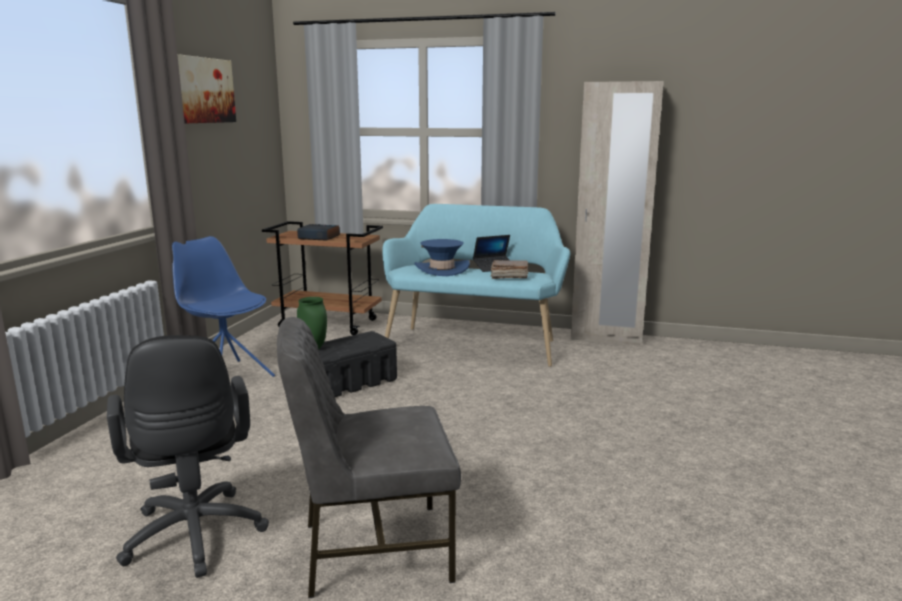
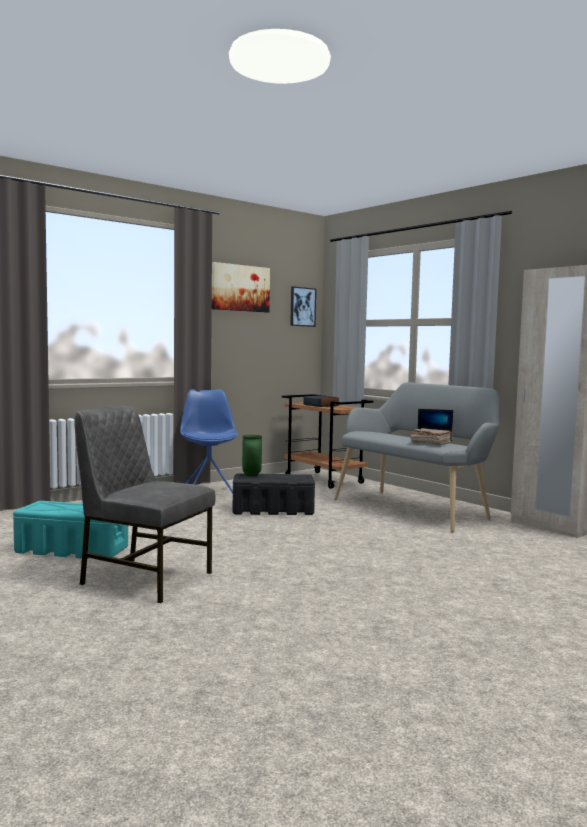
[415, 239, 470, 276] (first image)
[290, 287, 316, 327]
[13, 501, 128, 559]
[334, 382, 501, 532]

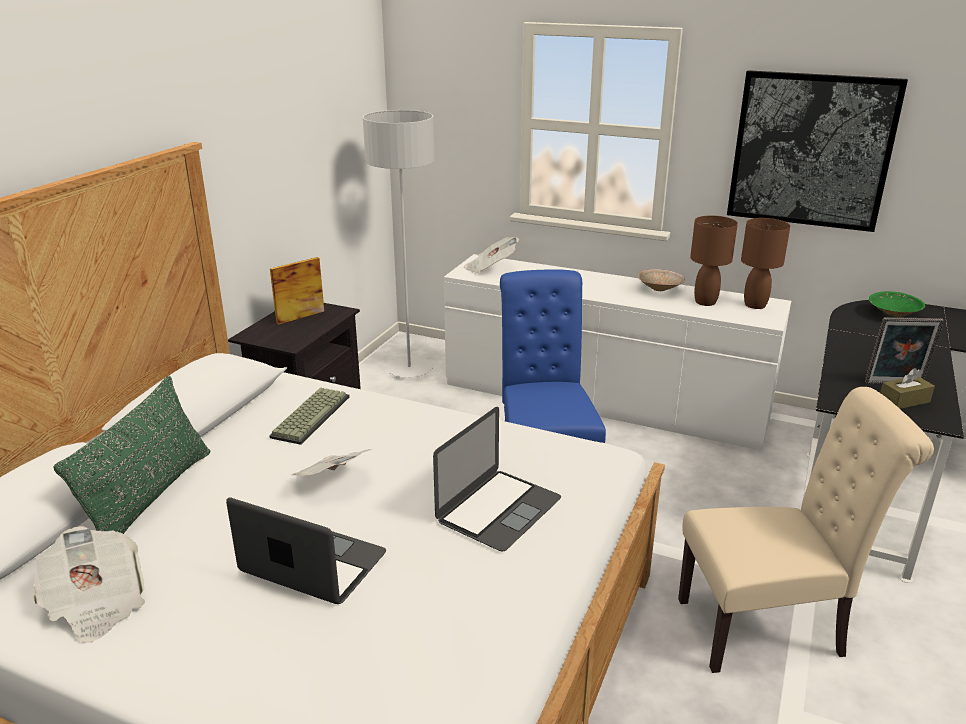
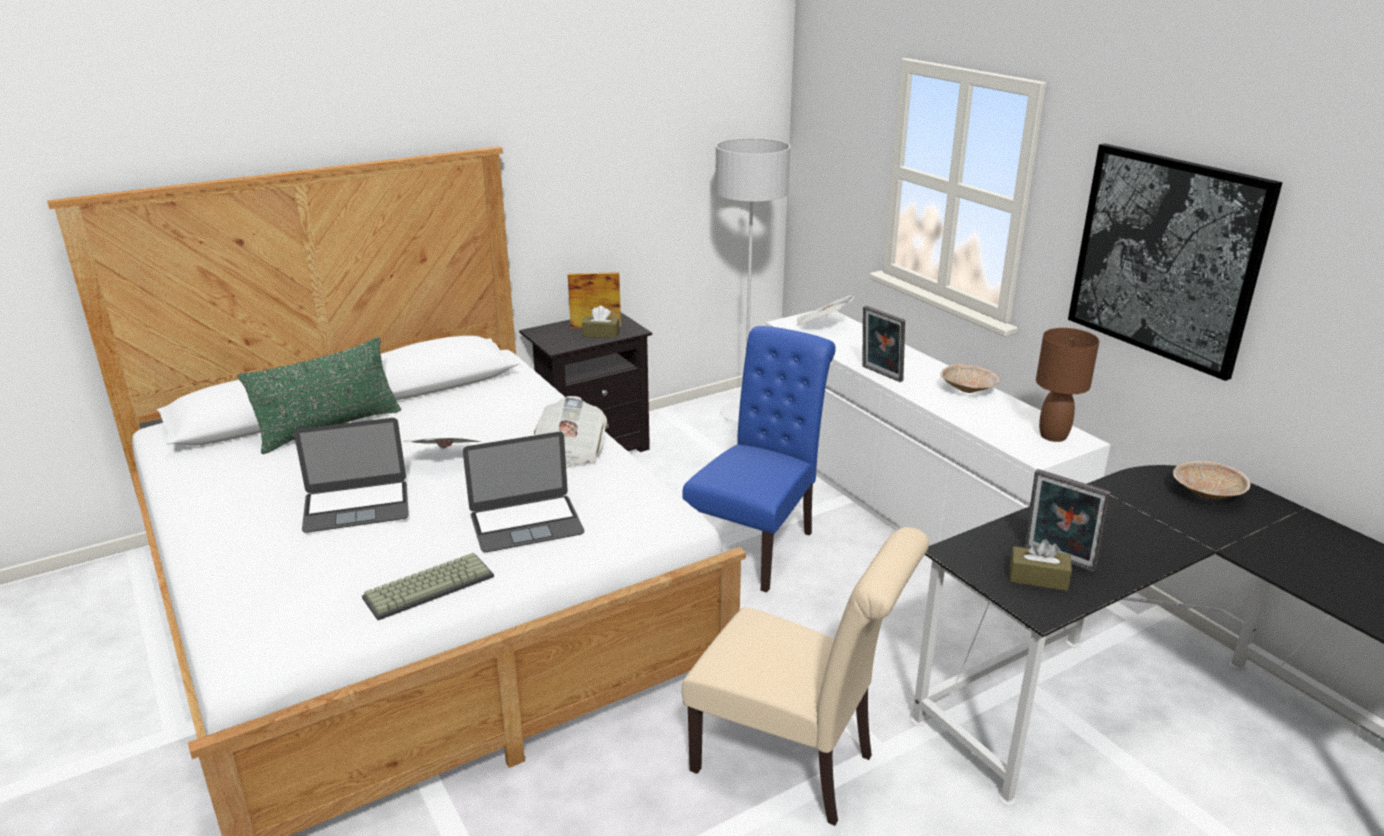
[690, 215, 738, 306] (first image)
[582, 306, 620, 338]
[862, 306, 905, 382]
[534, 396, 607, 468]
[362, 553, 494, 620]
[1173, 461, 1250, 500]
[294, 418, 409, 533]

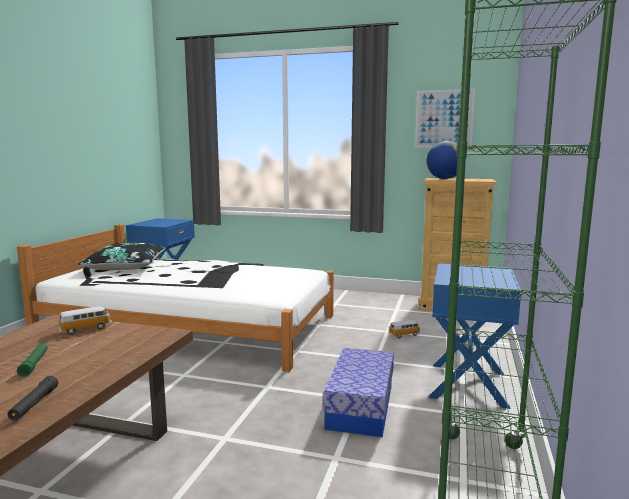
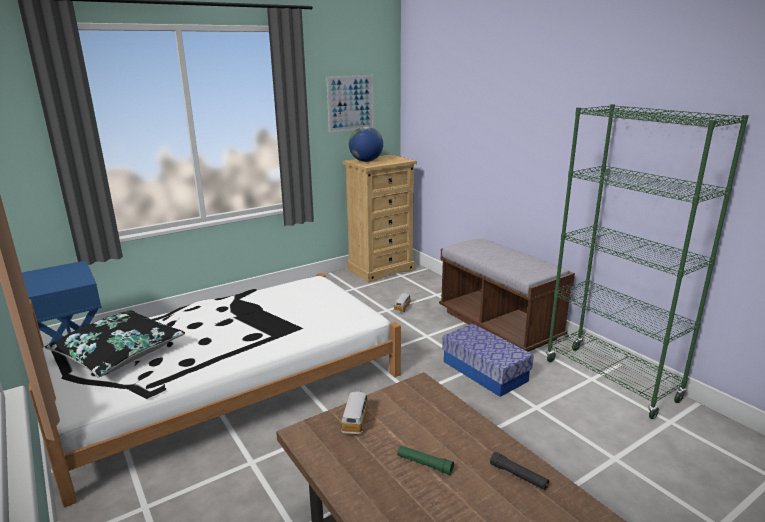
[439, 238, 575, 352]

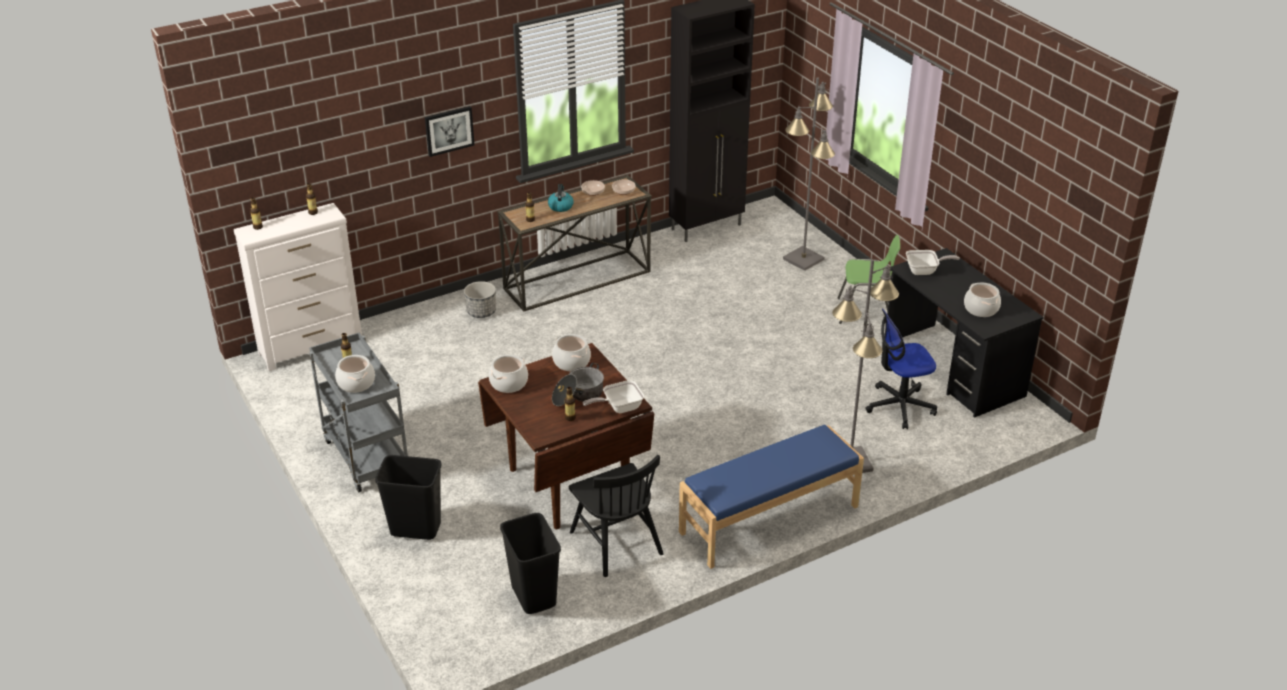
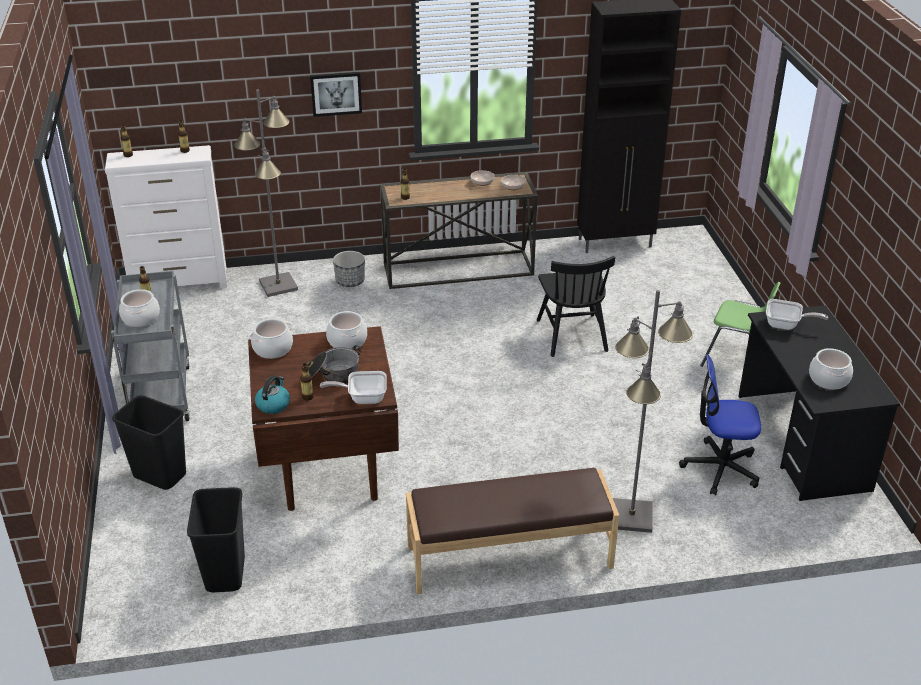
[255, 376, 290, 414]
[537, 256, 615, 357]
[234, 89, 298, 297]
[406, 468, 619, 594]

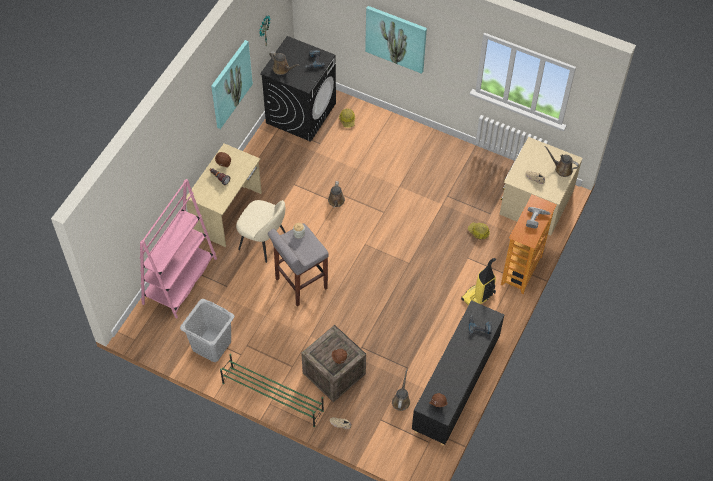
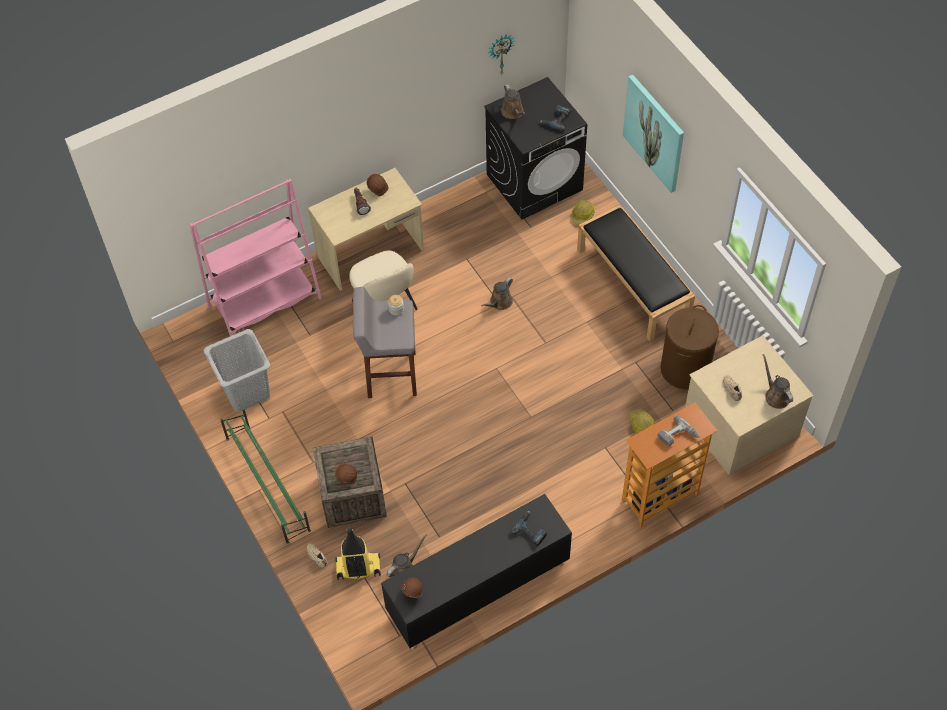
[211, 40, 253, 129] (first image)
[577, 205, 695, 341]
[660, 305, 719, 389]
[335, 527, 381, 580]

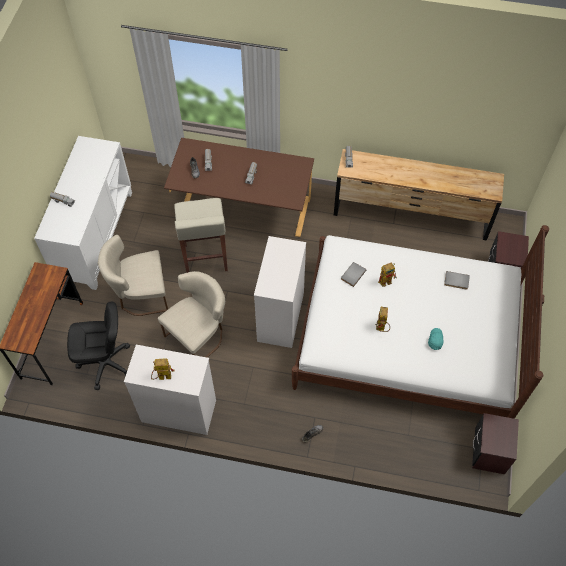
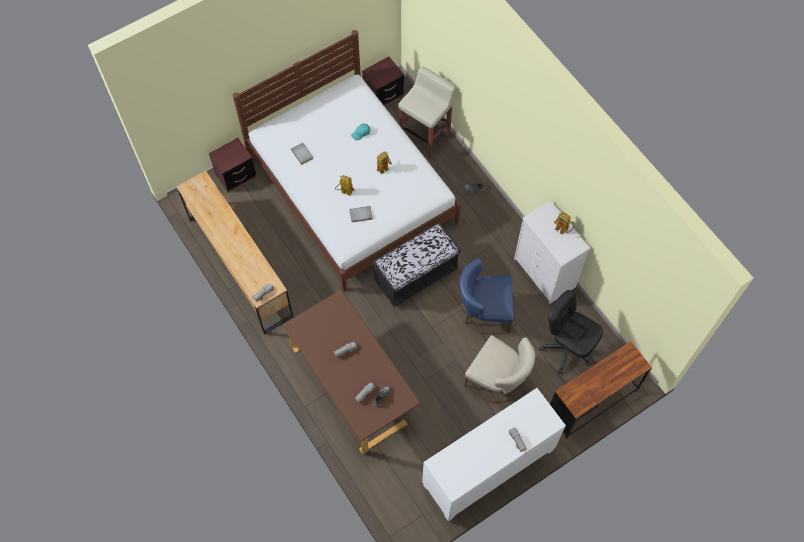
[398, 66, 457, 159]
[373, 222, 460, 307]
[459, 259, 514, 334]

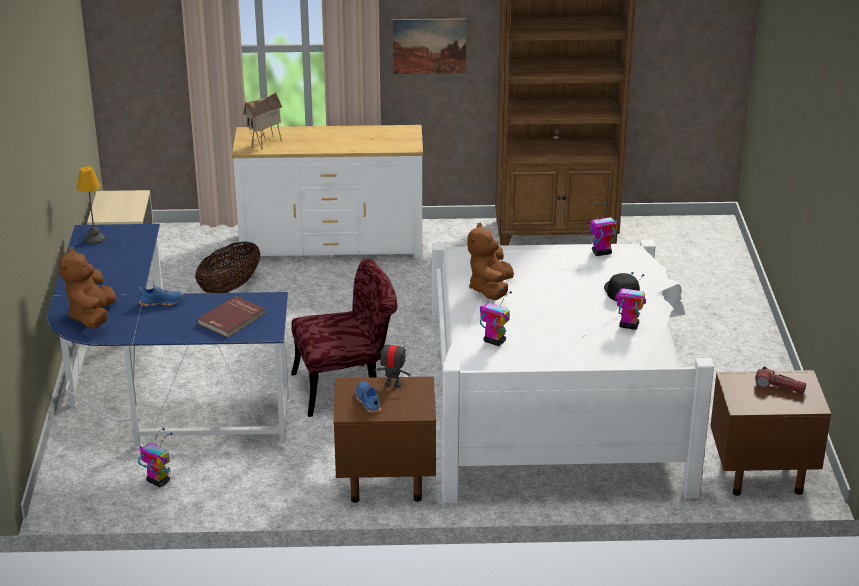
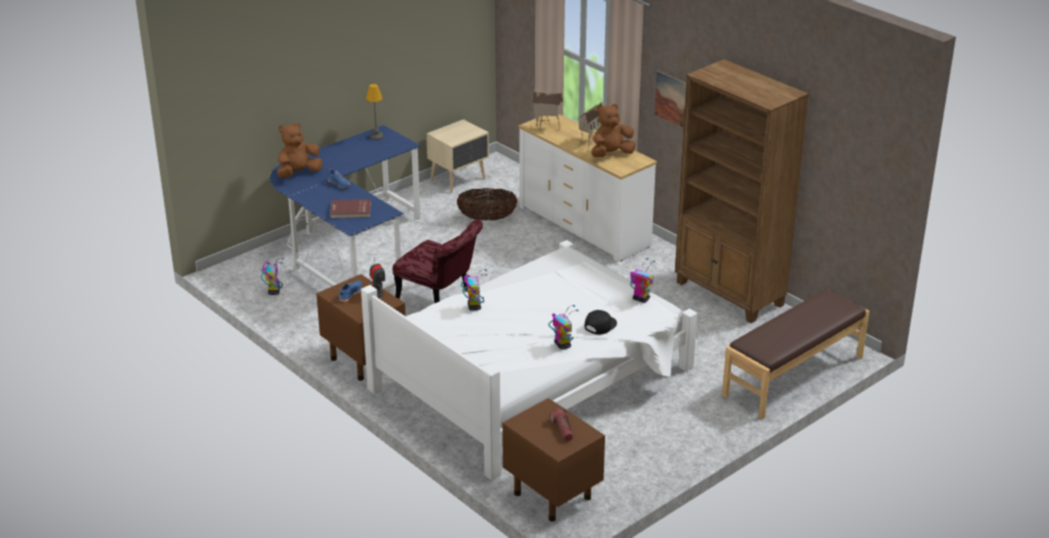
[579, 102, 602, 146]
[722, 289, 869, 419]
[591, 104, 635, 157]

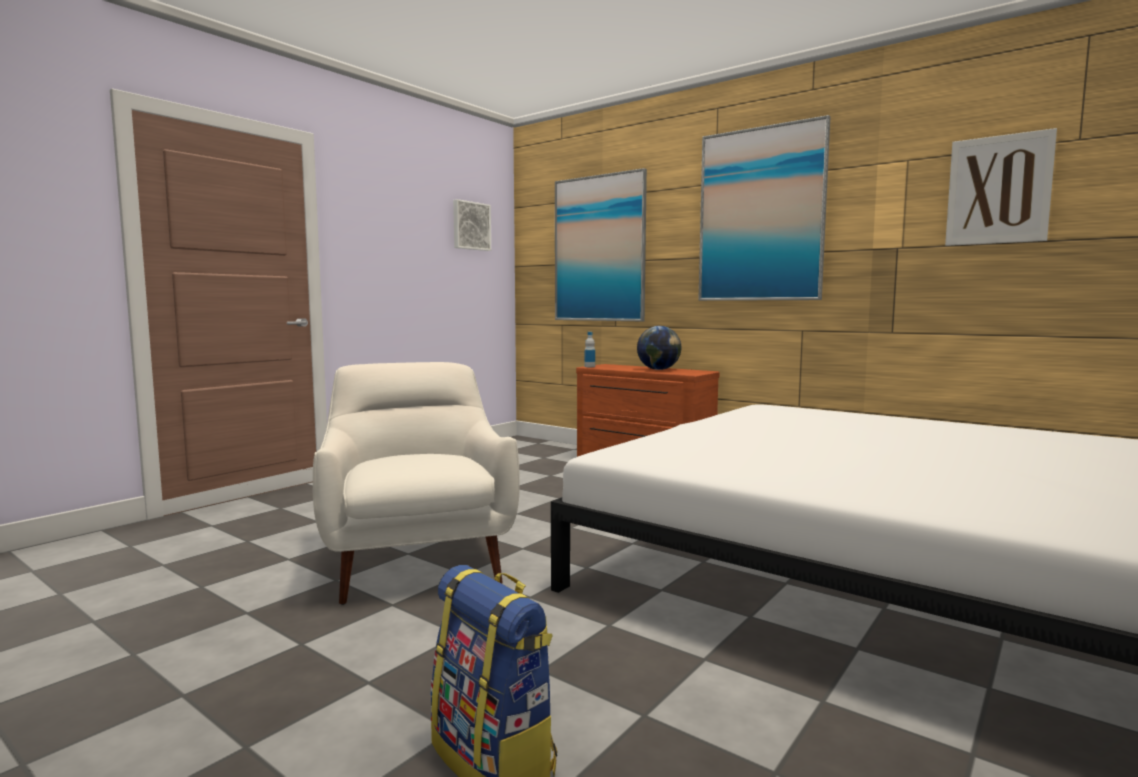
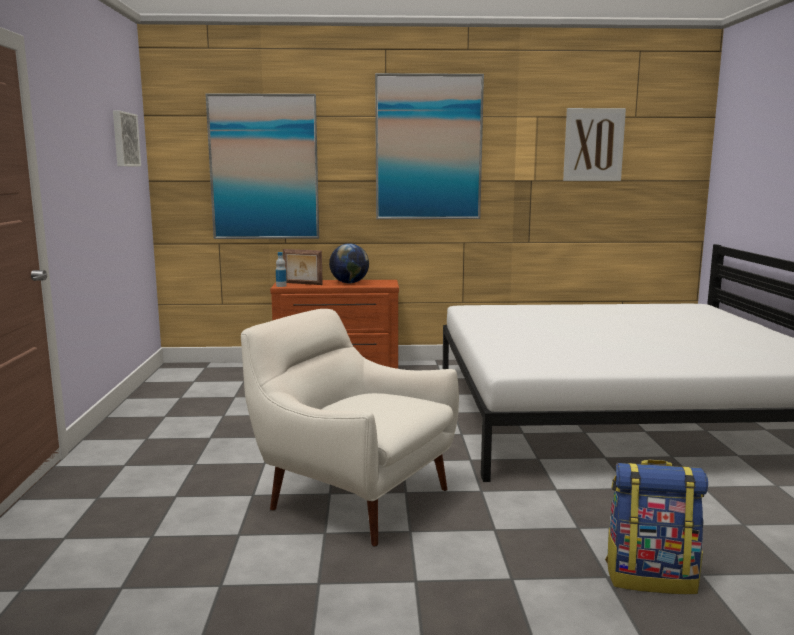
[283, 249, 323, 285]

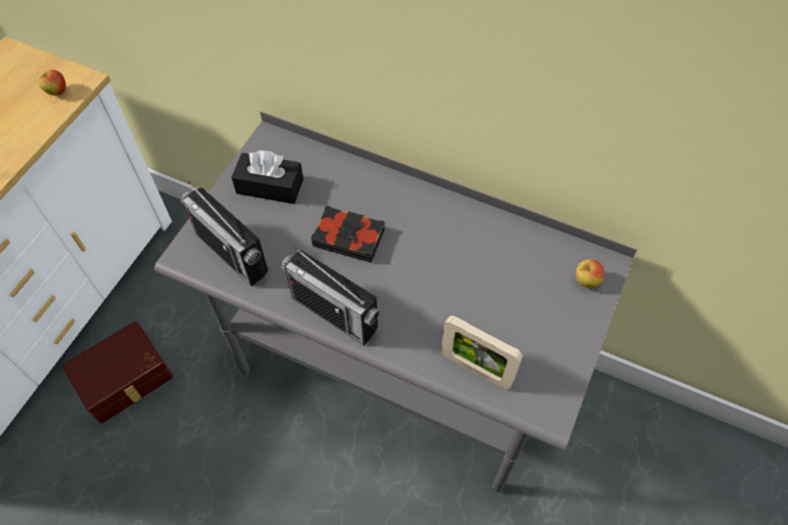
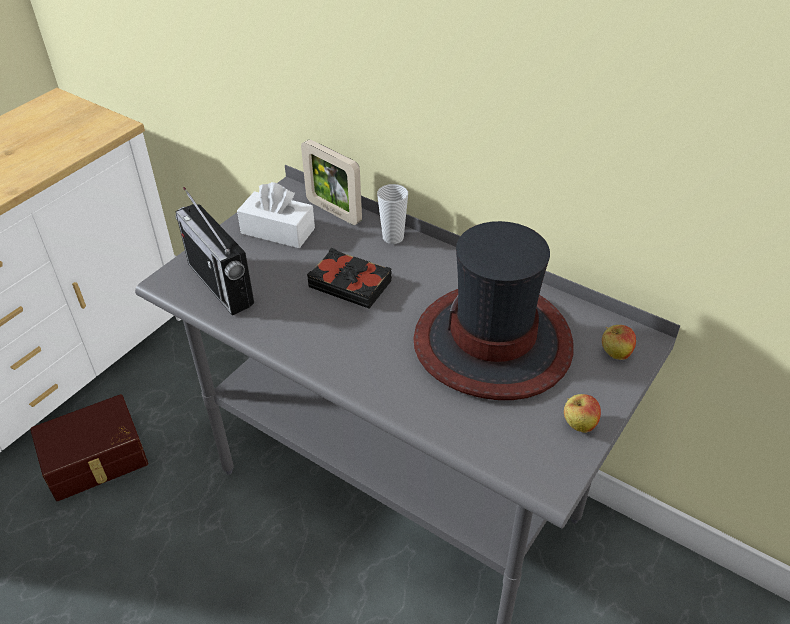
[281, 247, 380, 346] (first image)
[377, 184, 408, 244]
[413, 221, 573, 400]
[564, 394, 601, 433]
[301, 139, 362, 225]
[237, 182, 315, 248]

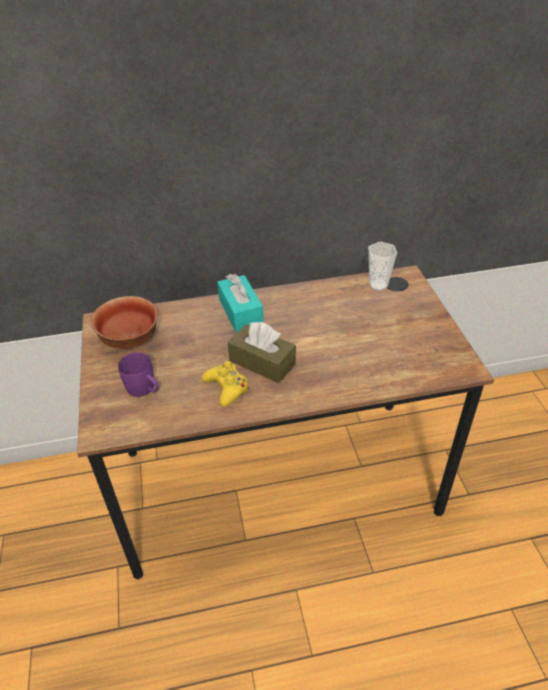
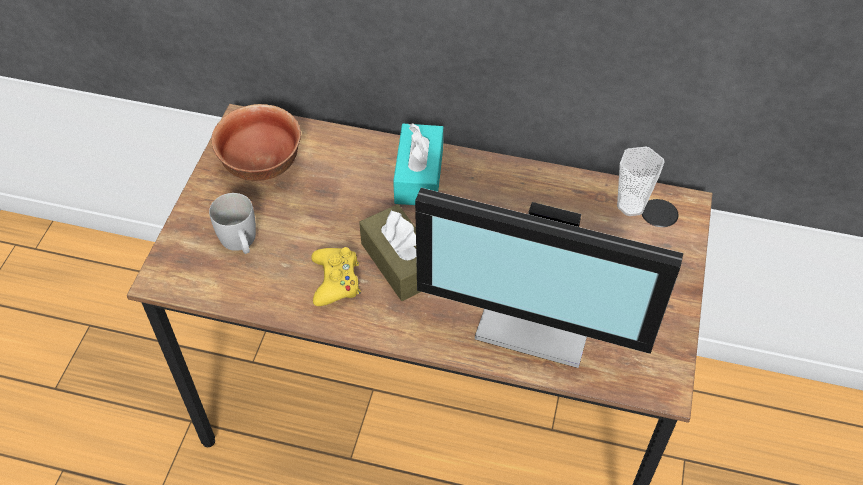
[415, 188, 683, 368]
[209, 193, 256, 254]

